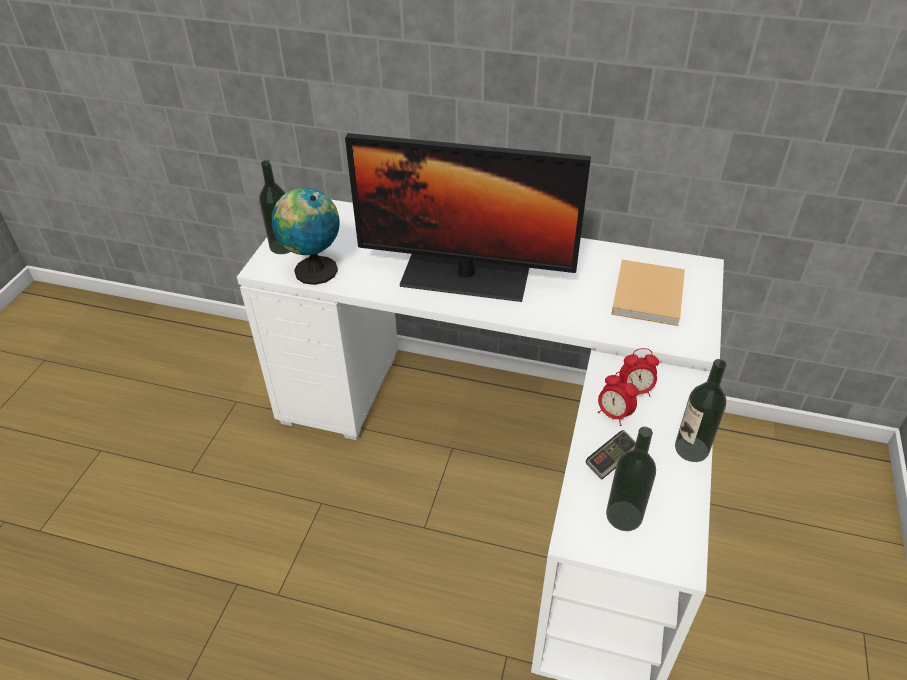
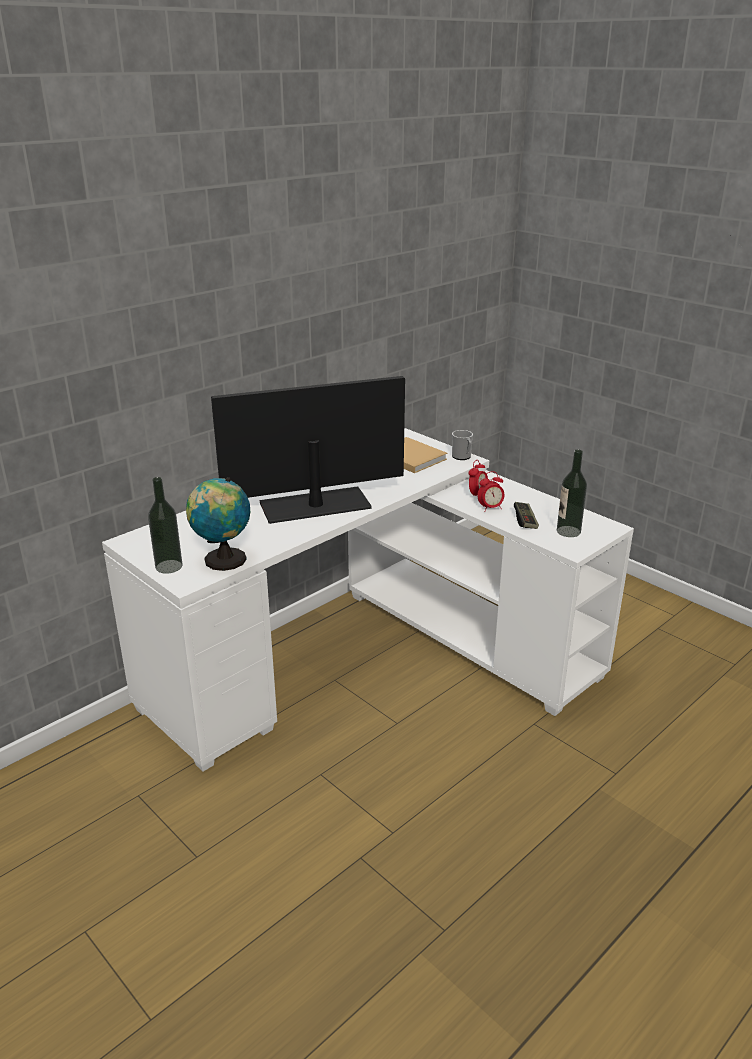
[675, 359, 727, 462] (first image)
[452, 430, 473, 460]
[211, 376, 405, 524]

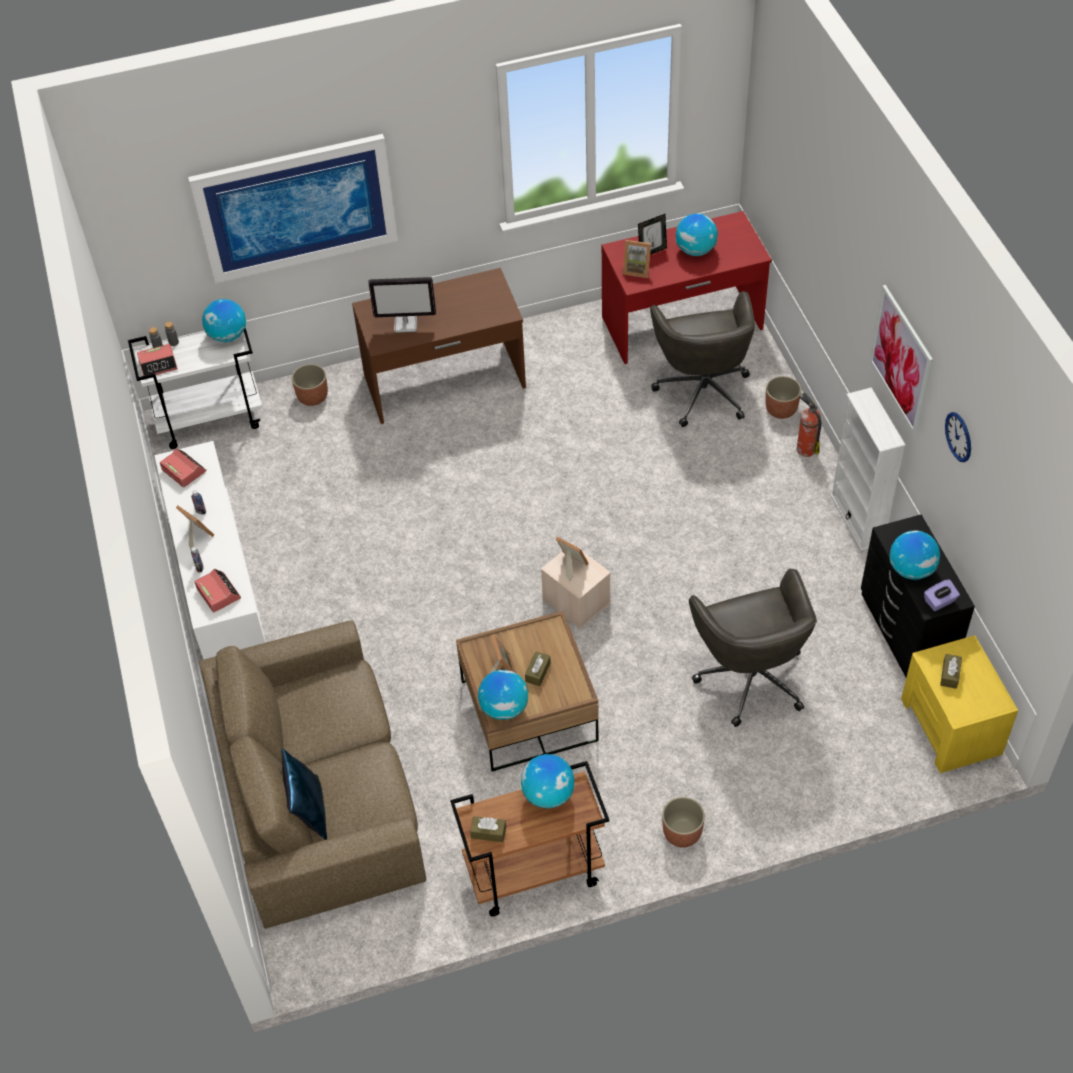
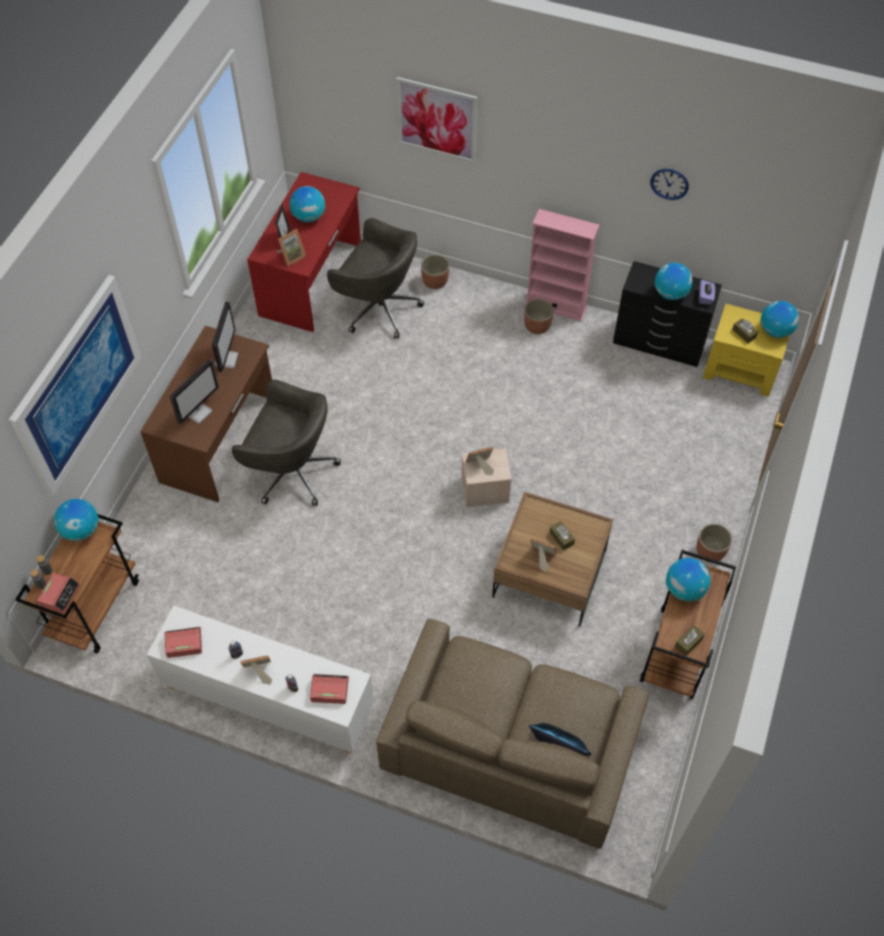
[797, 392, 821, 457] (first image)
[212, 301, 239, 372]
[524, 299, 554, 334]
[760, 301, 799, 338]
[232, 380, 341, 506]
[396, 77, 477, 163]
[15, 514, 139, 654]
[525, 209, 599, 321]

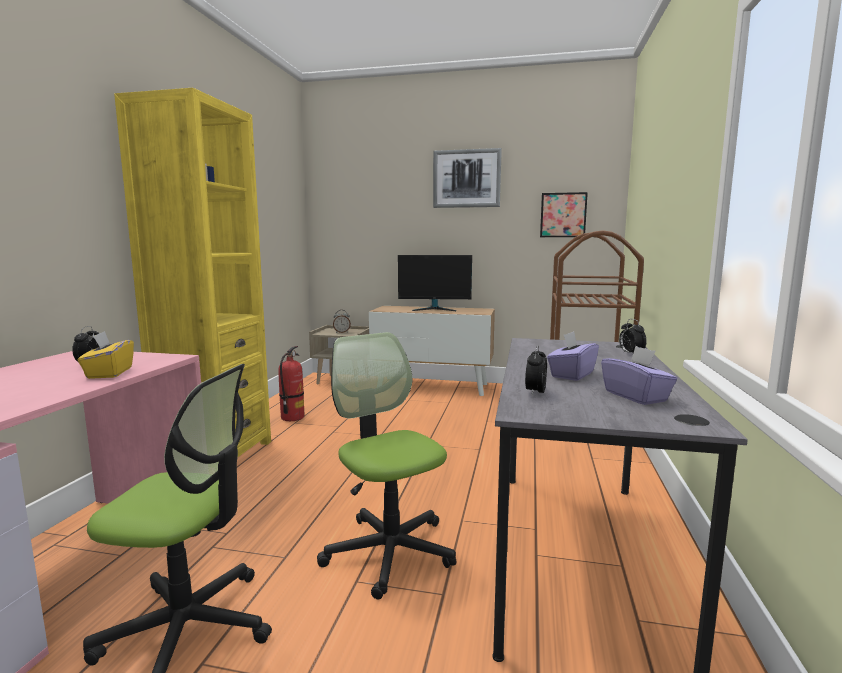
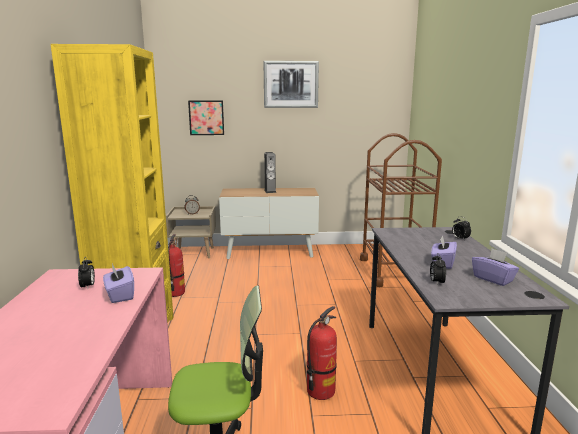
[188, 100, 224, 135]
[307, 306, 337, 400]
[264, 152, 276, 193]
[103, 264, 134, 303]

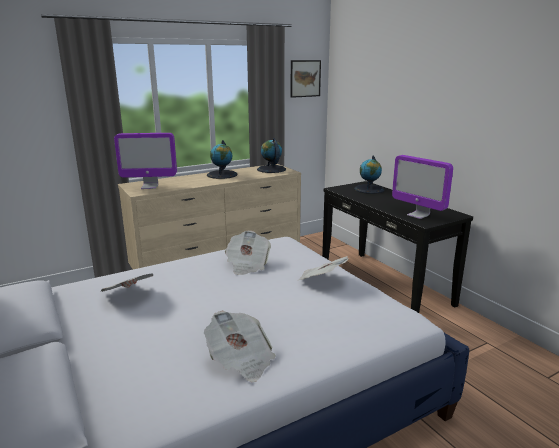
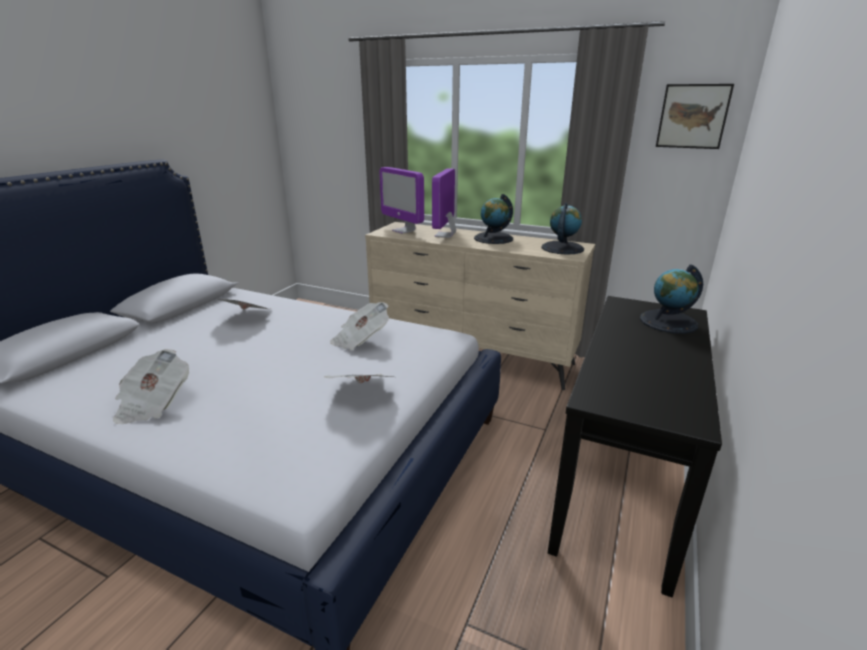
[432, 168, 456, 238]

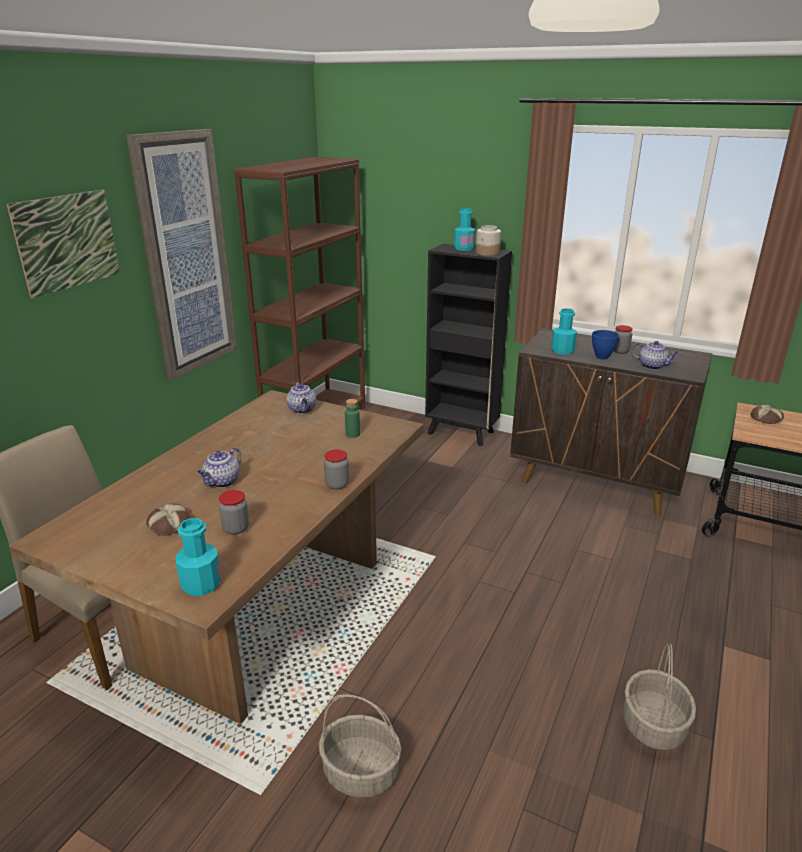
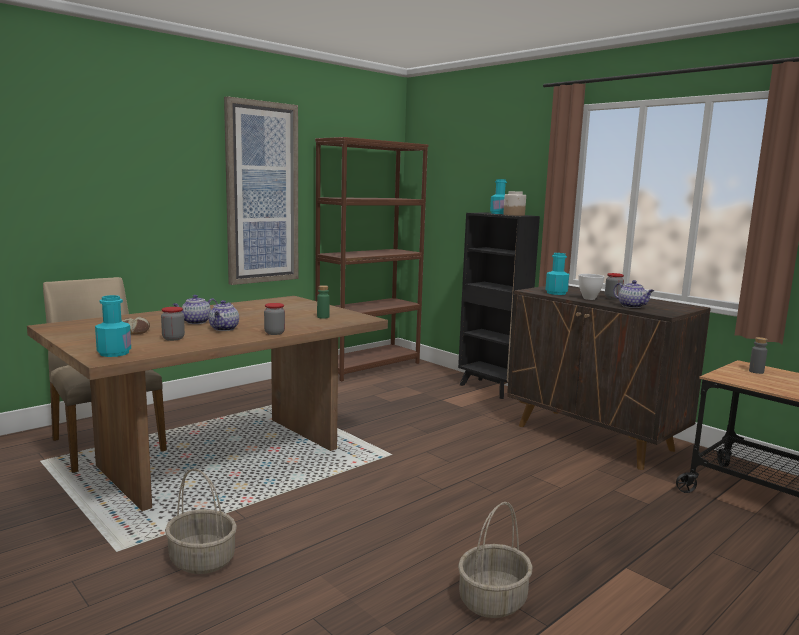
[7, 189, 120, 298] (first image)
[208, 300, 239, 331]
[749, 337, 768, 374]
[578, 274, 605, 300]

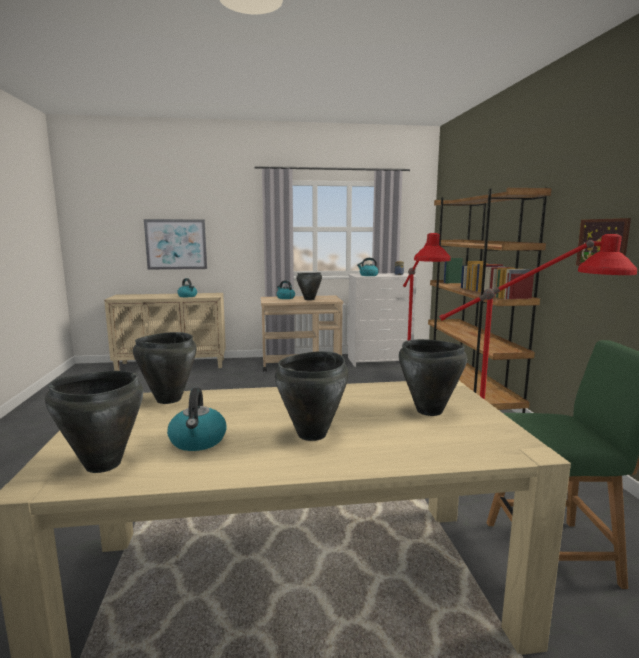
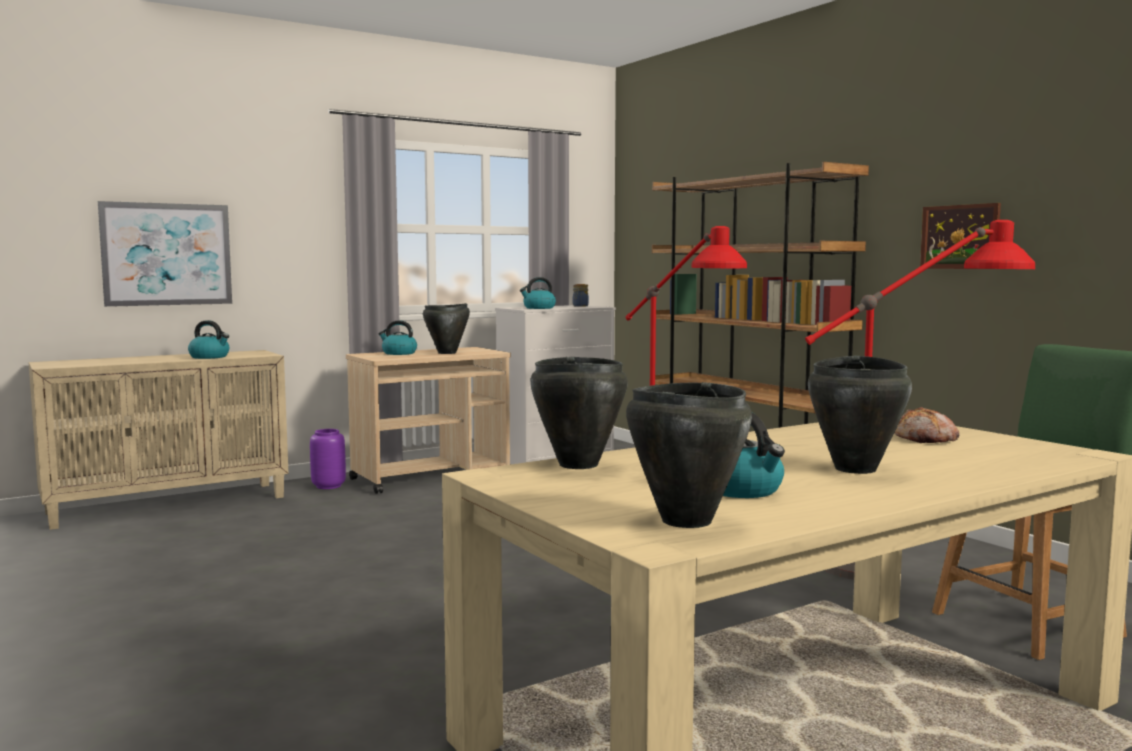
[310, 429, 346, 489]
[894, 407, 959, 443]

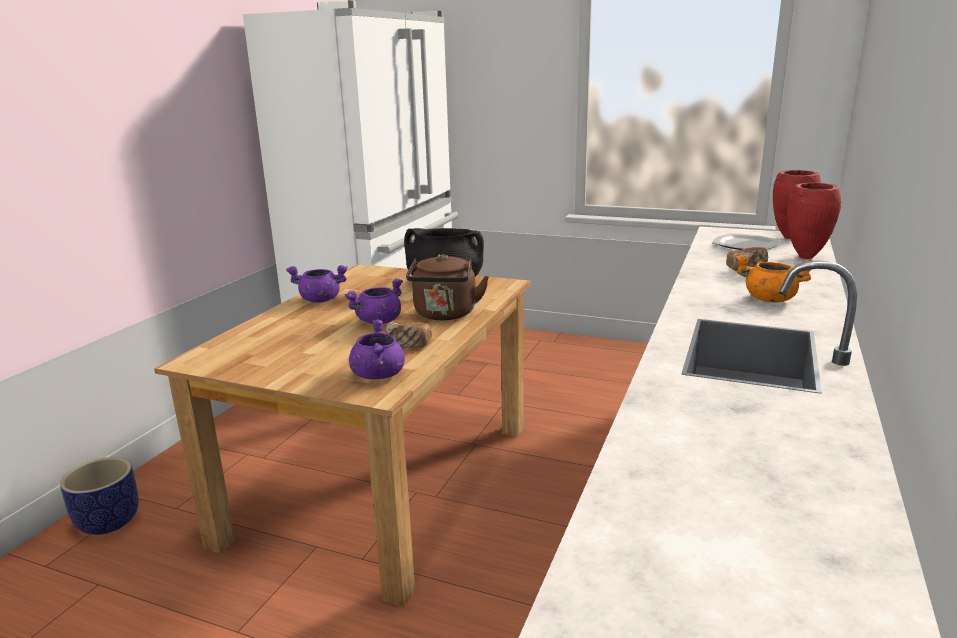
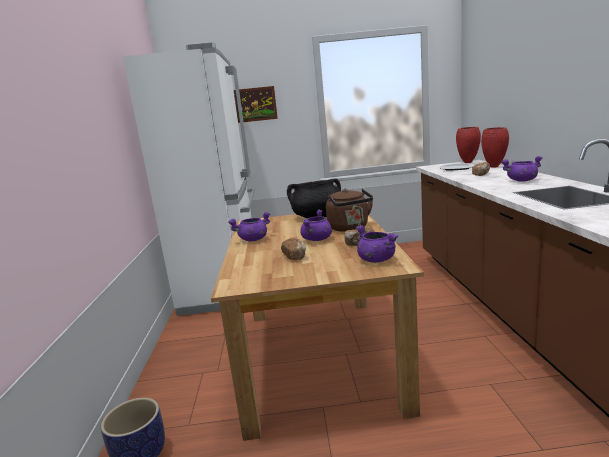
[234, 86, 278, 123]
[281, 238, 306, 260]
[501, 156, 543, 182]

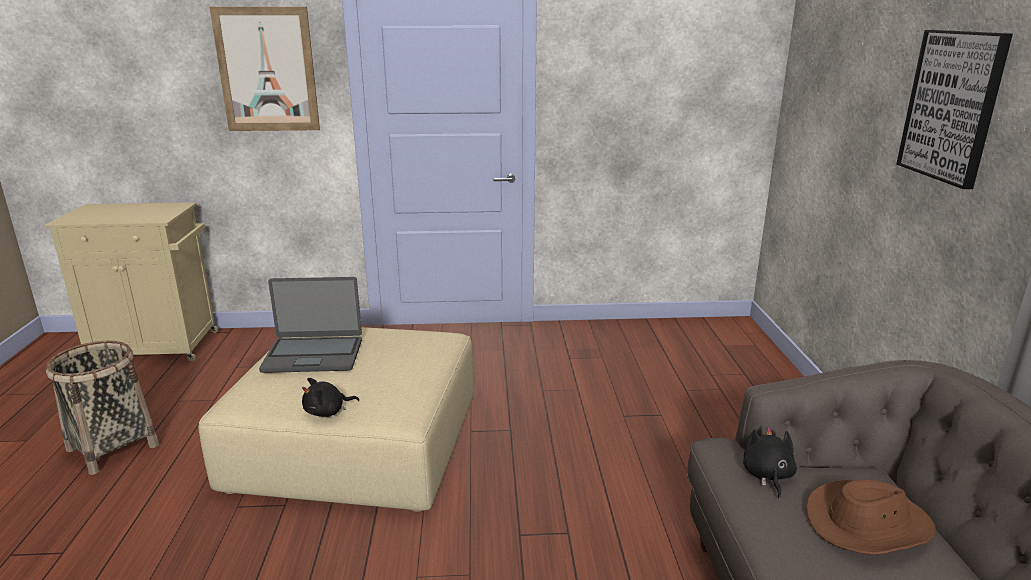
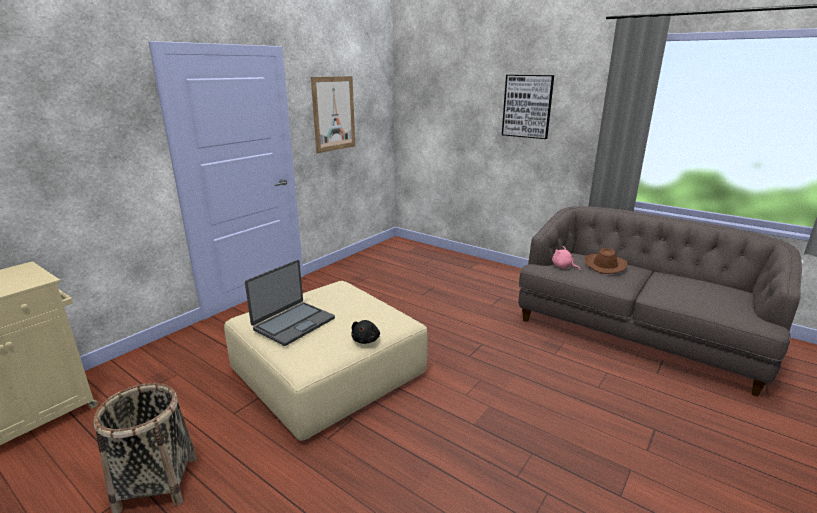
[311, 76, 355, 153]
[552, 246, 581, 270]

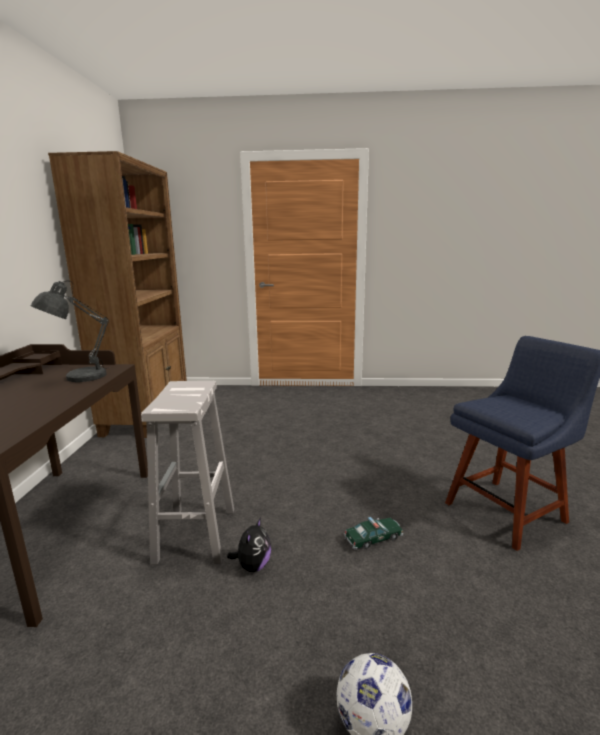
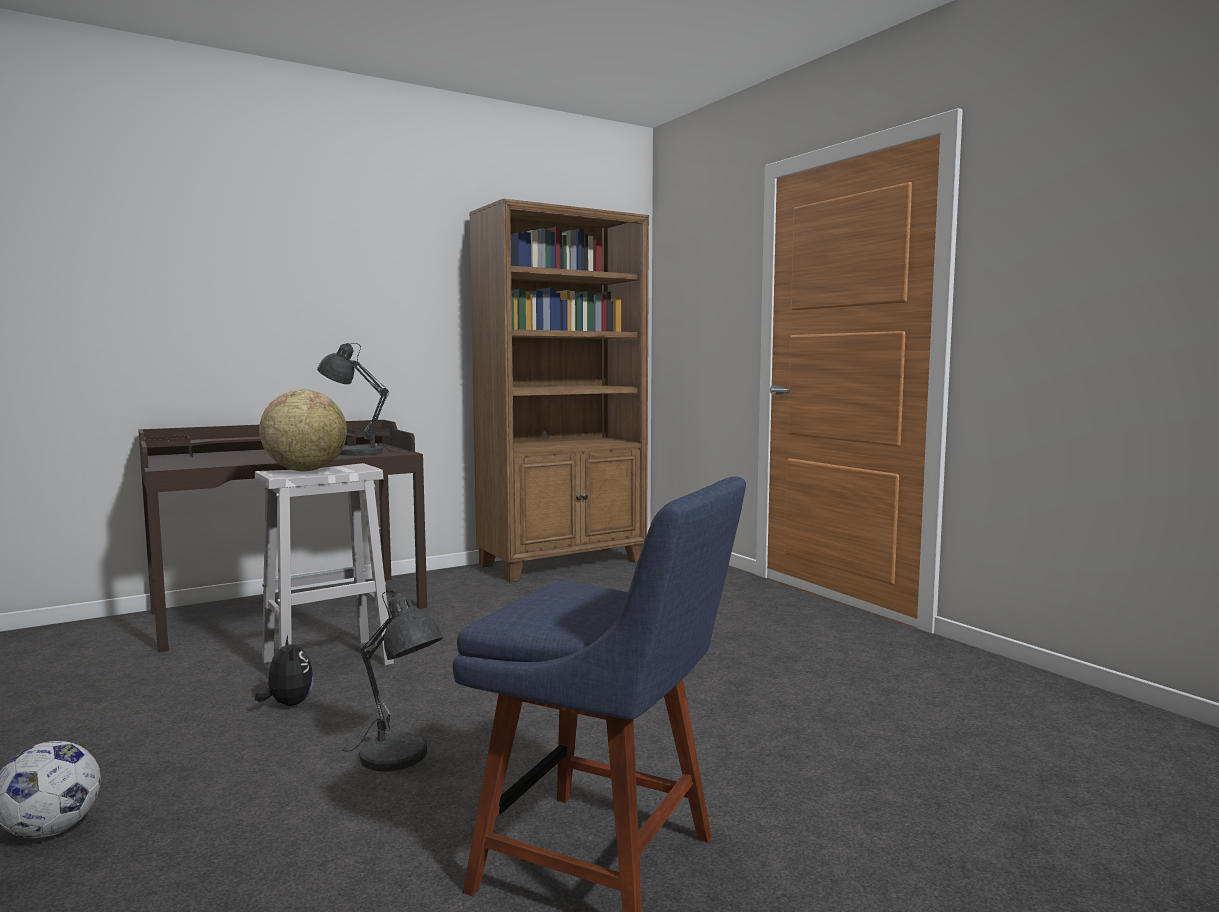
[259, 389, 347, 471]
[342, 591, 443, 772]
[255, 636, 314, 706]

